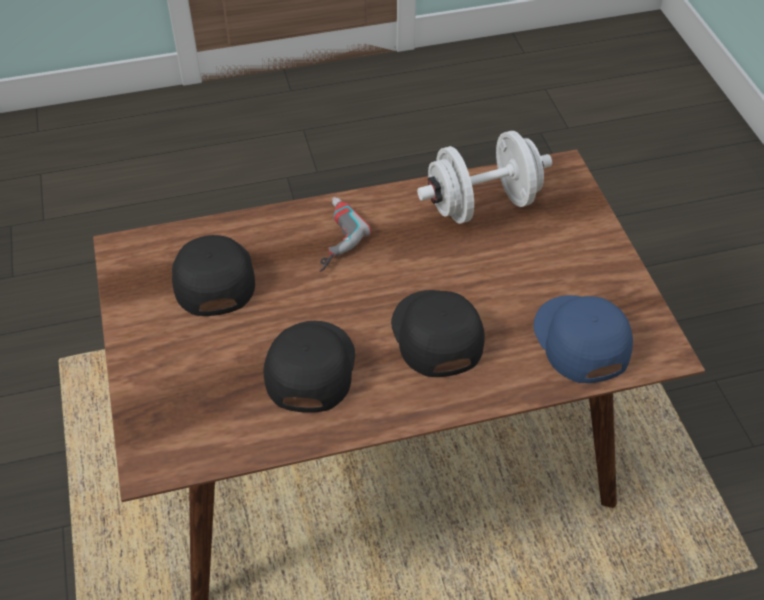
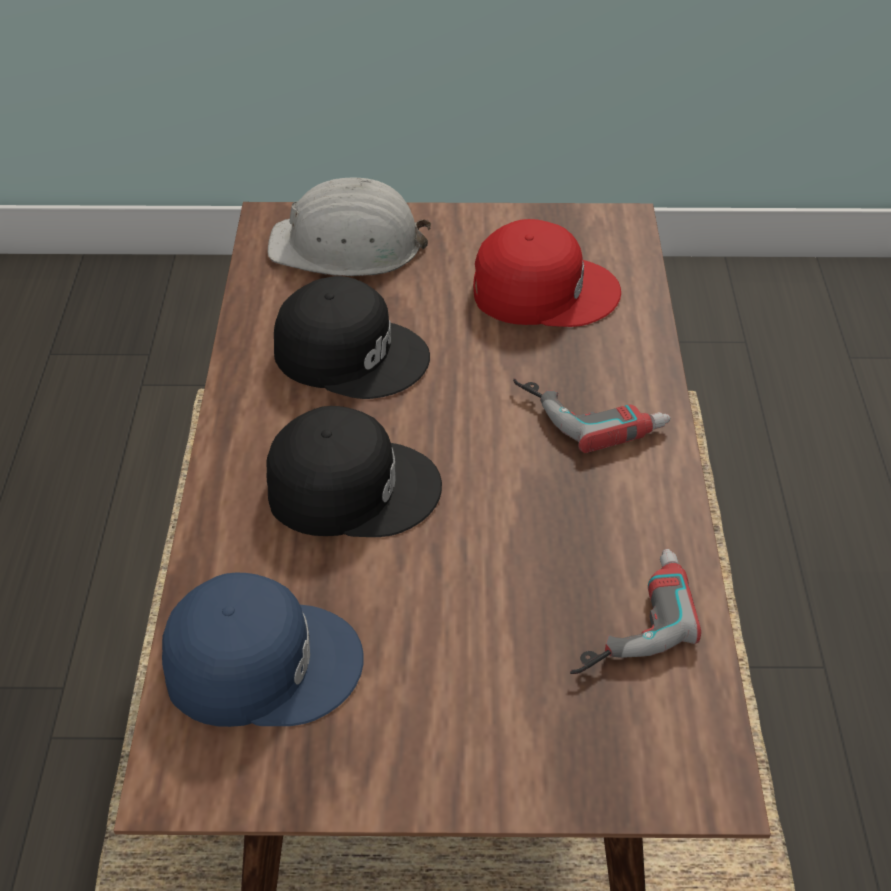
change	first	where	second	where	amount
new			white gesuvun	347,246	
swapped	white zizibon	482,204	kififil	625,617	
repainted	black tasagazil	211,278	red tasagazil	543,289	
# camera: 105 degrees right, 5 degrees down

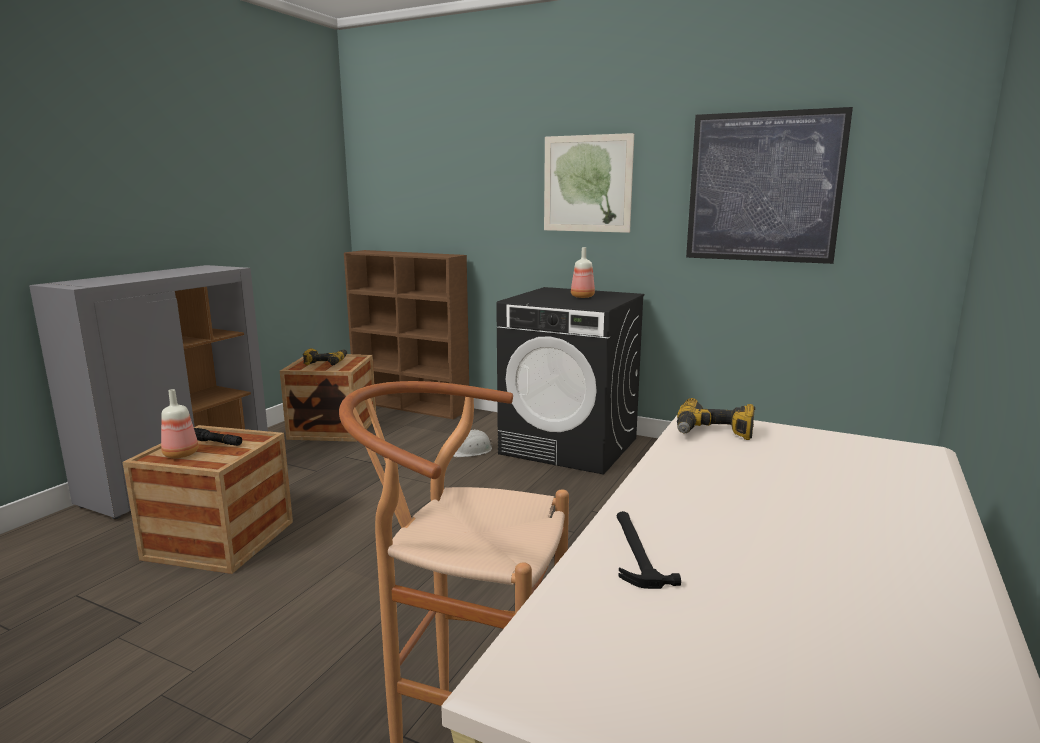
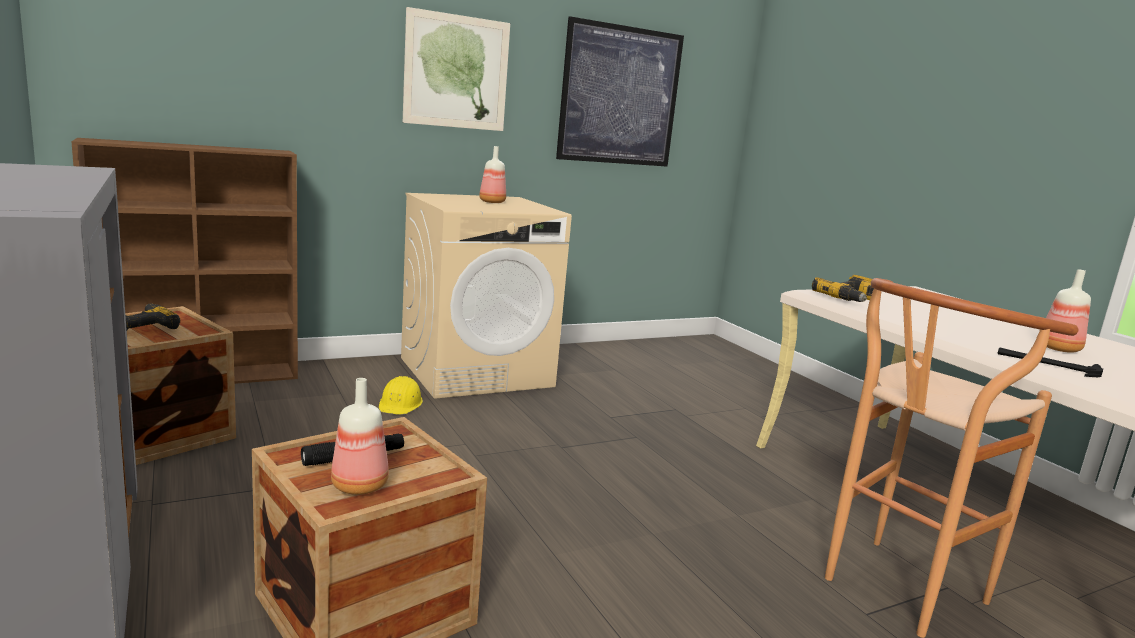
change	first	where	second	where	amount
new			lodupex	1057,348	
repainted	white gesuvun	471,451	yellow gesuvun	400,404	
repainted	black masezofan	570,446	beige masezofan	476,372	
# camera: 55 degrees left, 0 degrees up

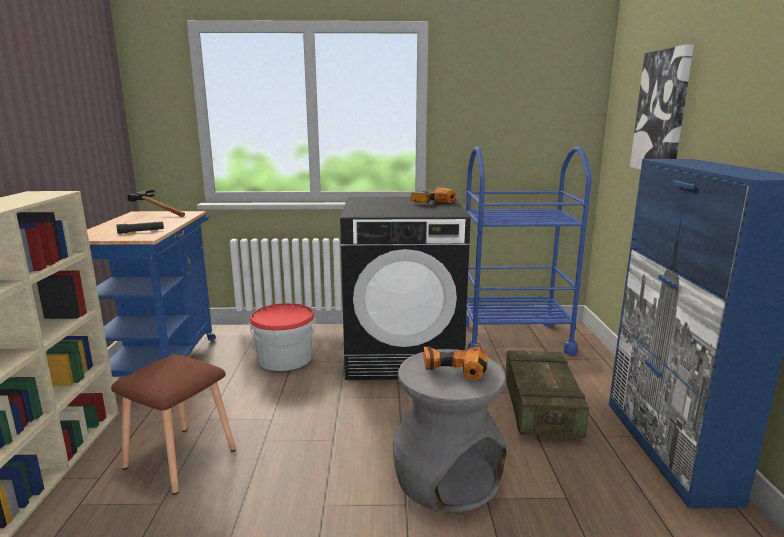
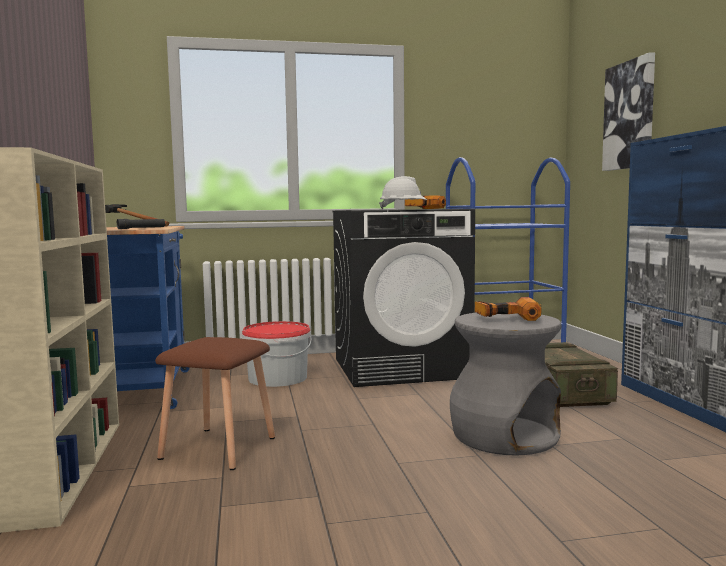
change	first	where	second	where	amount
new			white gesuvun	403,209	
# camera: 10 degrees left, 10 degrees down

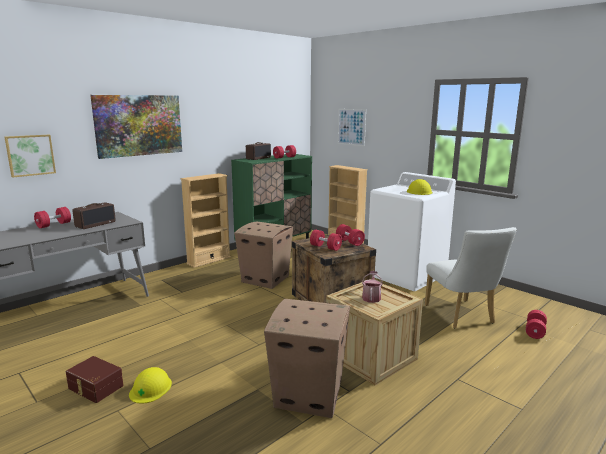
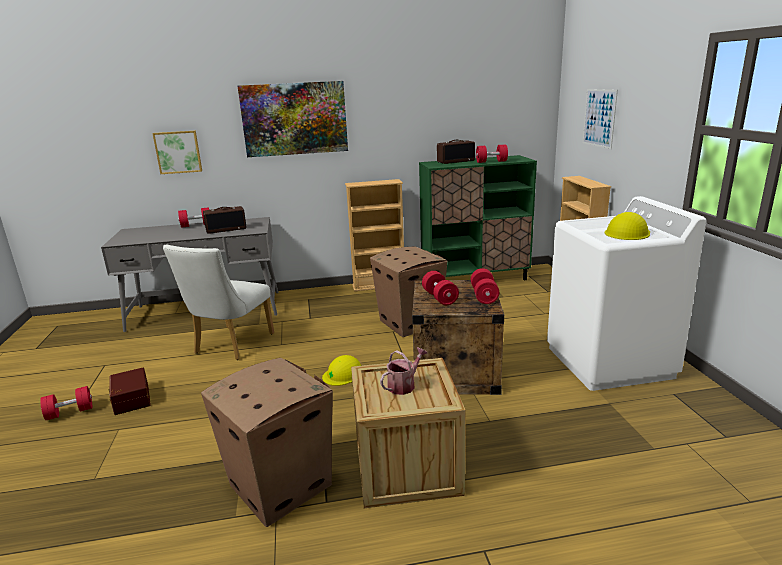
change	first	where	second	where	amount
shifted	yellow gesuvun	150,388		343,374	
shifted	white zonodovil	462,316		230,346	
shifted	red zizibon	535,331		70,412	
# camera: 35 degrees right, 5 degrees up

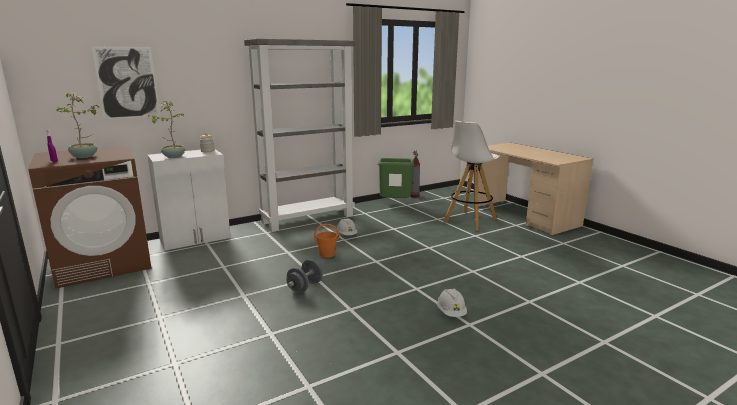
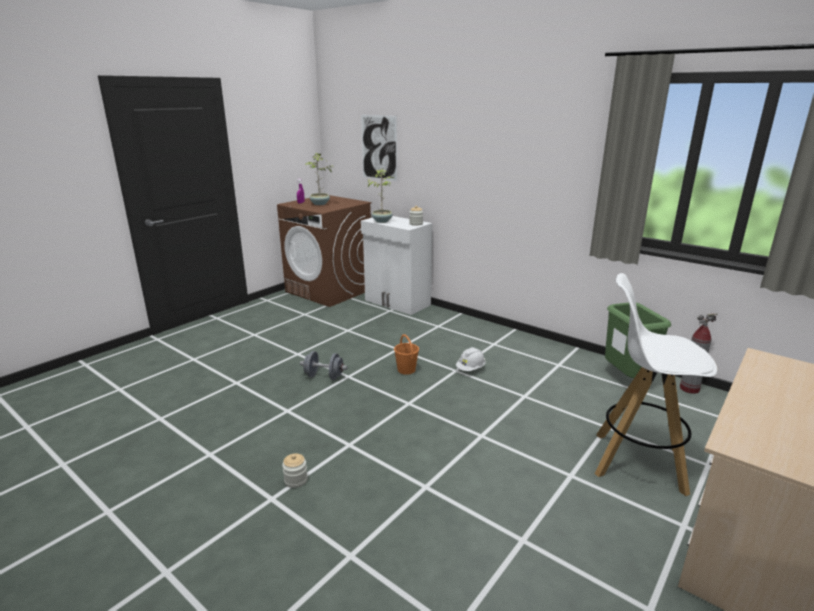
change	first	where	second	where	amount
gone	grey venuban	308,218			
swapped	white gesuvun	451,313	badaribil	296,480	
# camera: 70 degrees right, 5 degrees up

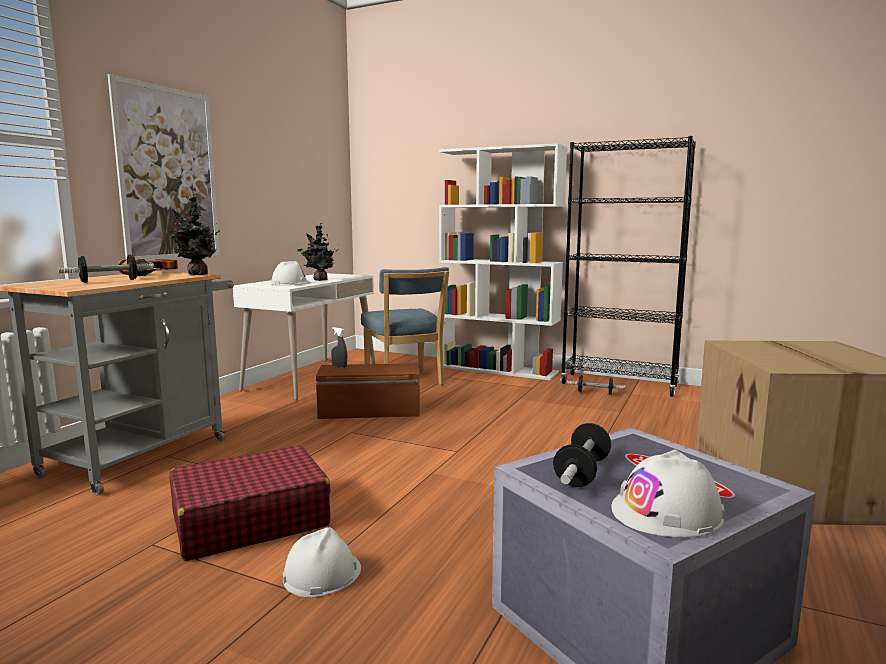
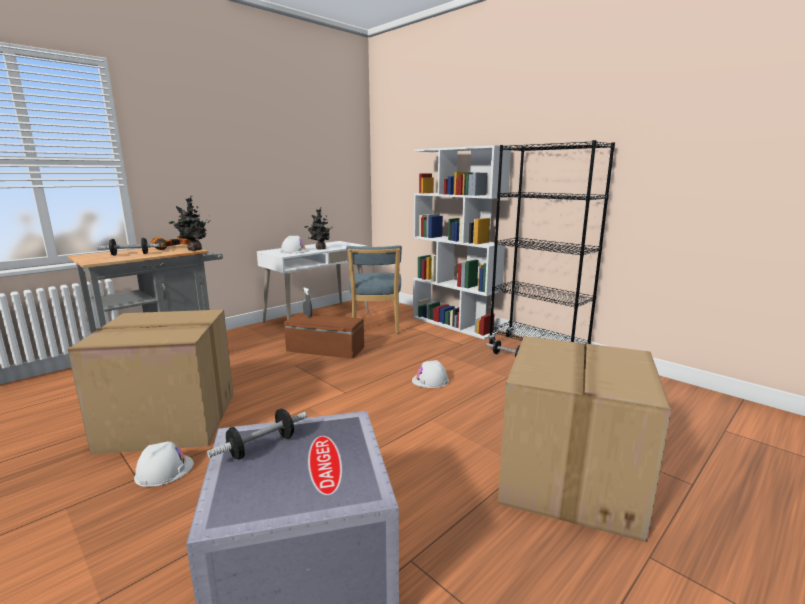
change	first	where	second	where	amount
gone	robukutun	168,174			
shifted	white gesuvun	667,512		430,380	
swapped	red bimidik	249,520	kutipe	168,422	
# camera: 20 degrees right, 5 degrees up

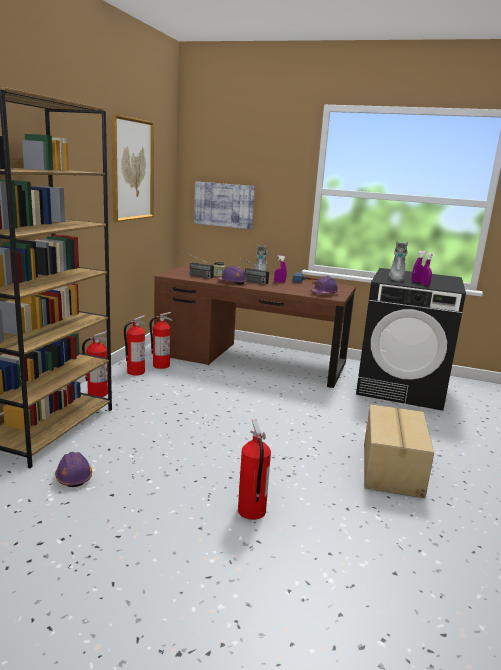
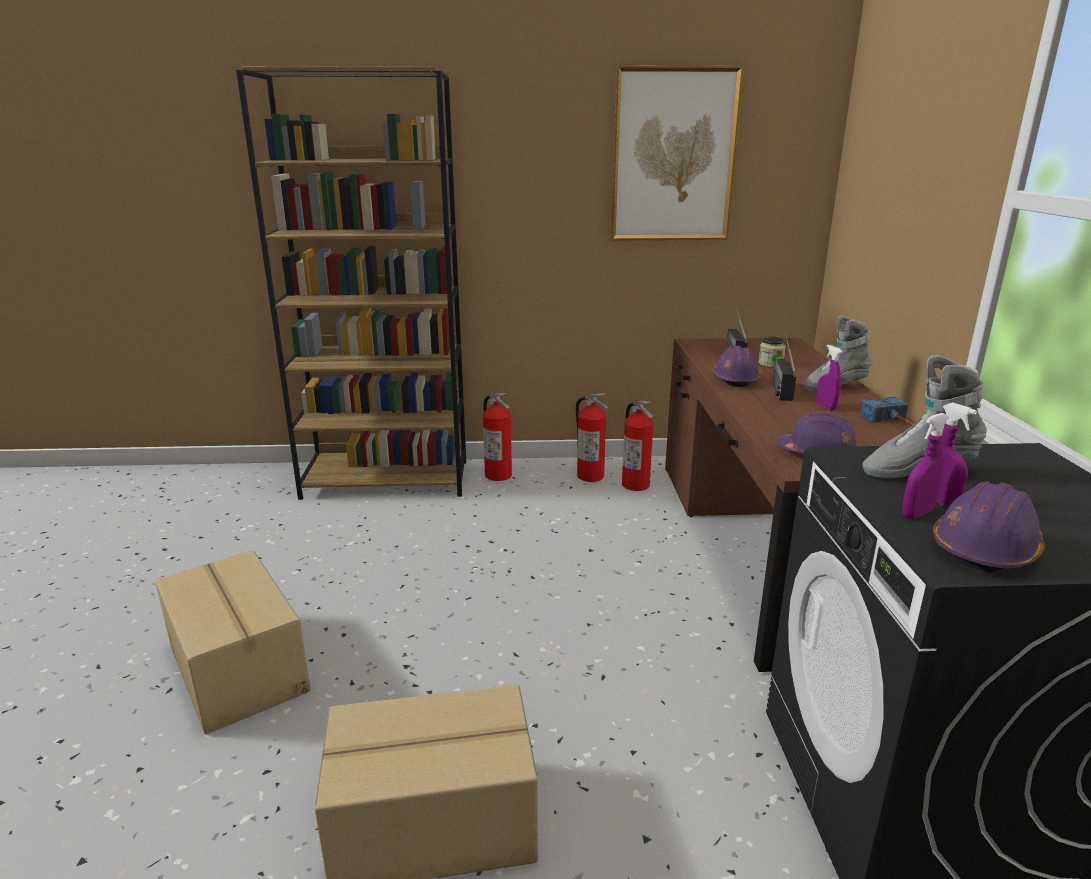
change	first	where	second	where	amount
gone	robukutun	224,205			
shifted	purple gesuvun	73,477		985,549	
swapped	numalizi	251,511	kutipe	240,667	
# camera: 70 degrees right, 5 degrees up

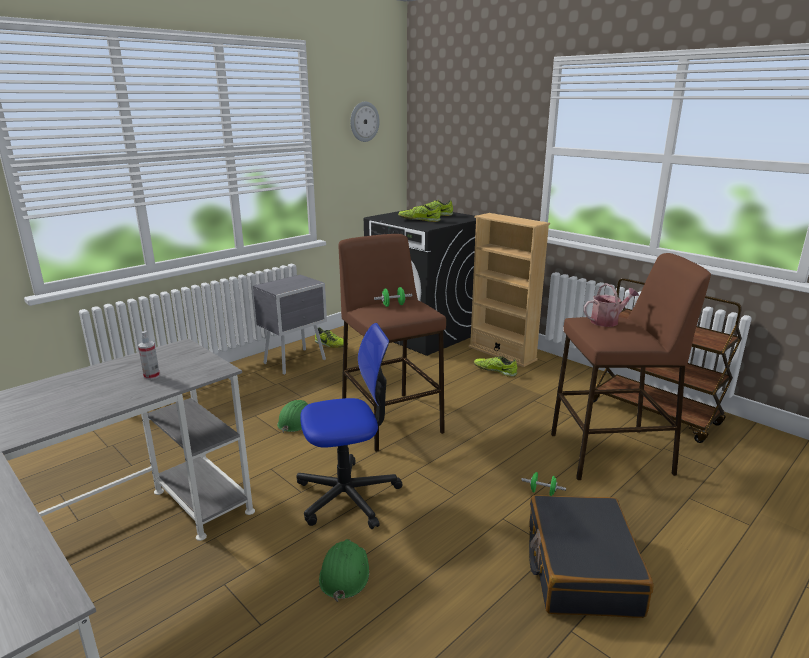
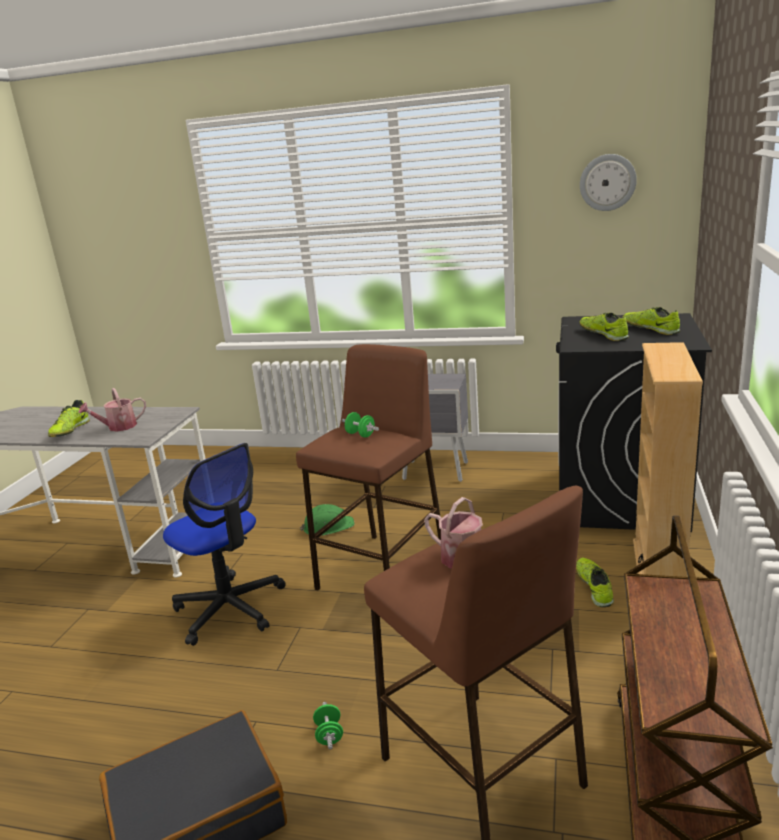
change	first	where	second	where	amount
gone	green gesuvun	344,573			
shifted	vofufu	331,345		70,430	
swapped	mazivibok	151,376	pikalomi	118,427	
# camera: 60 degrees right, 0 degrees up

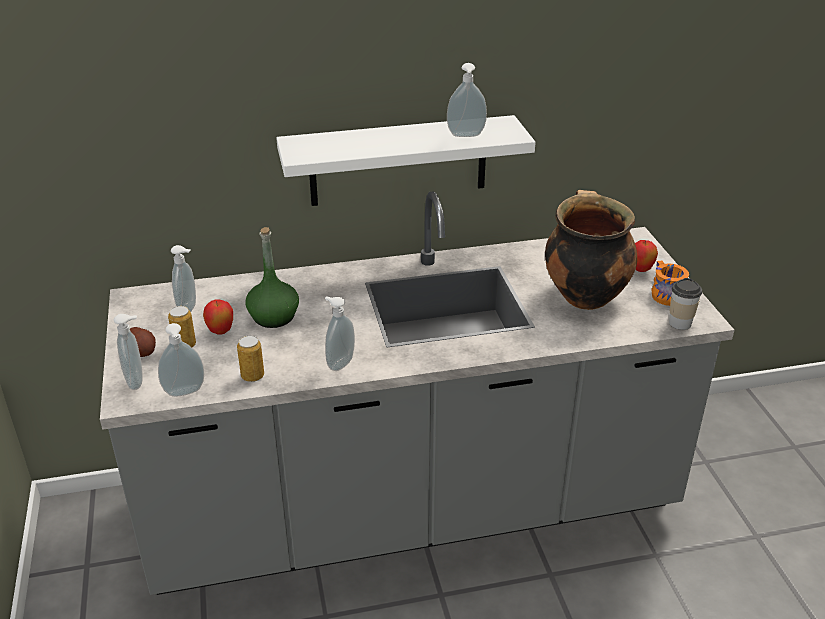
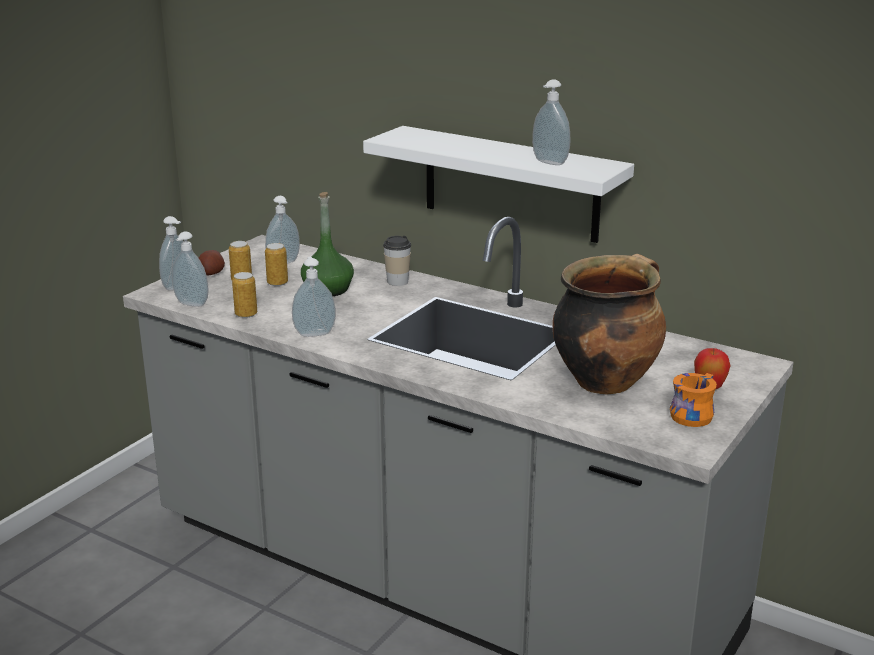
change	first	where	second	where	amount
shifted	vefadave	680,323		397,281	
swapped	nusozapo	221,332	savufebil	277,283	
# camera: 45 degrees right, 10 degrees down

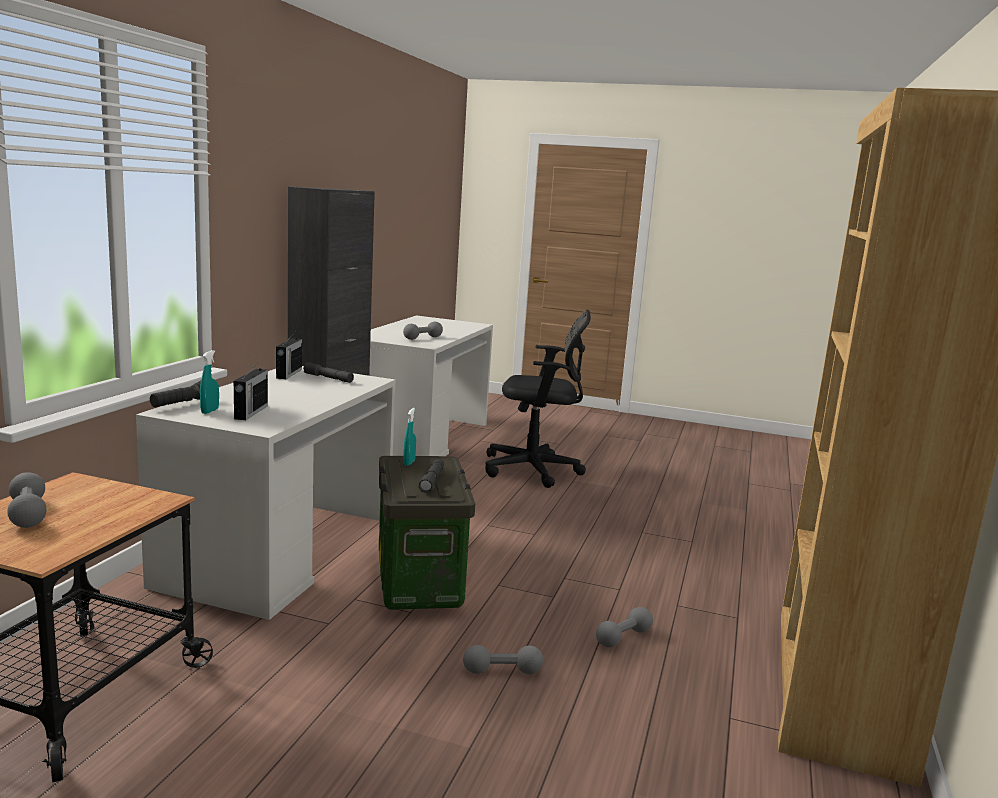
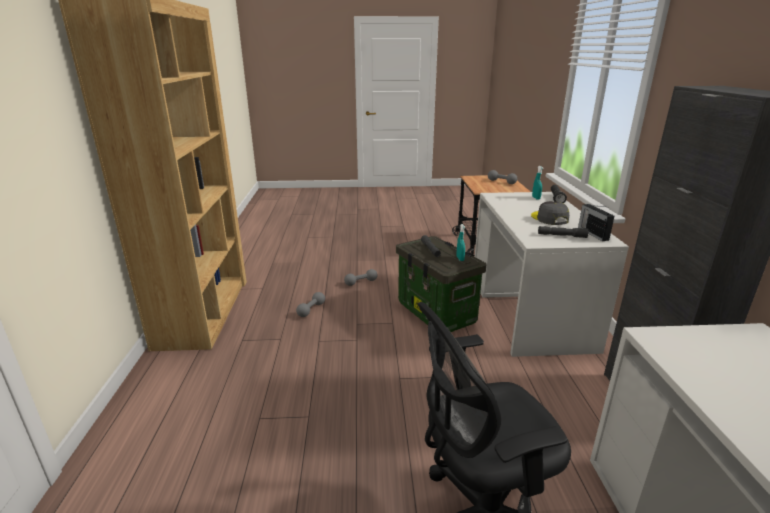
change	first	where	second	where	amount
gone	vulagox	250,412			
gone	grey zizibon	422,338			
new			grey tasagazil	549,218	
# camera: 160 degrees right, 10 degrees up

